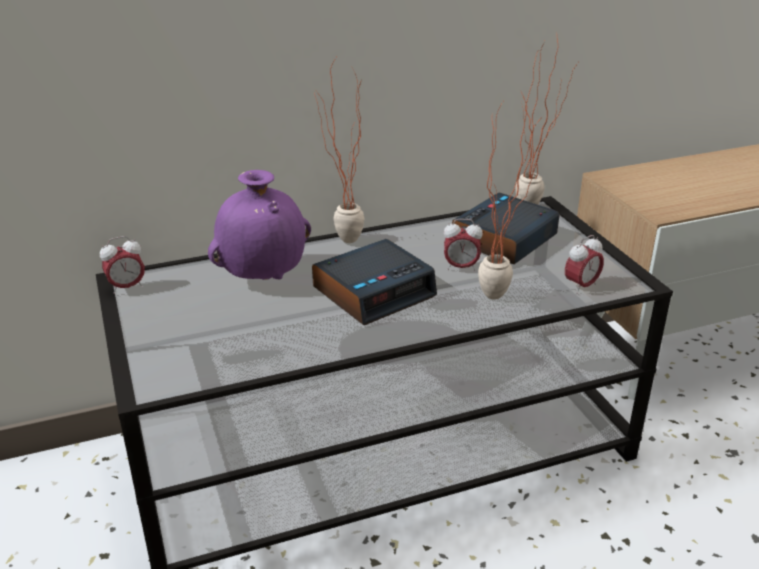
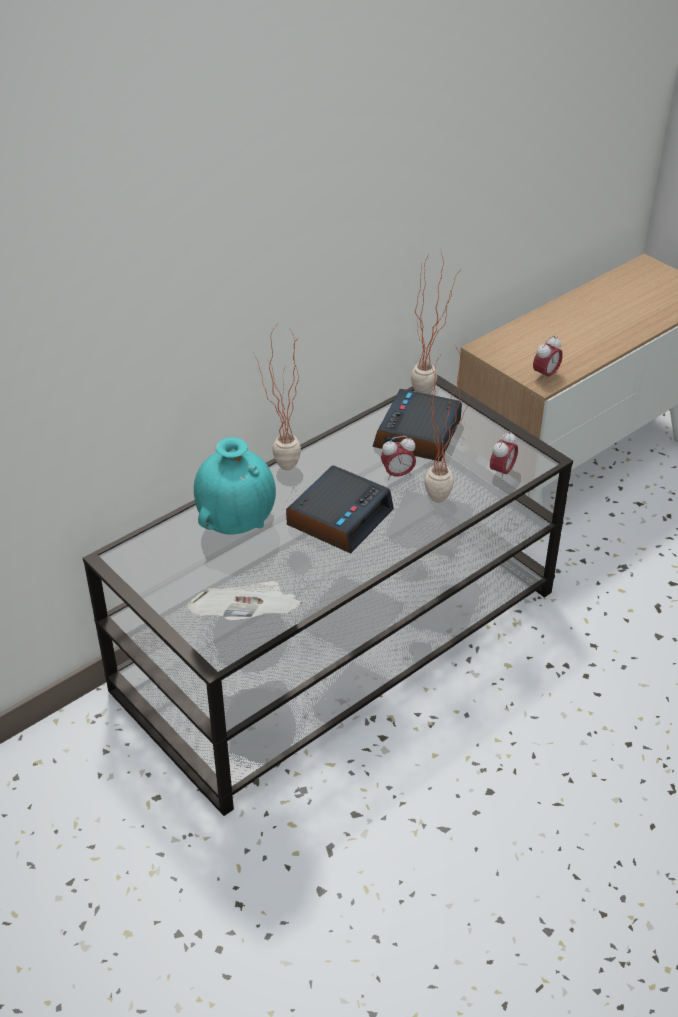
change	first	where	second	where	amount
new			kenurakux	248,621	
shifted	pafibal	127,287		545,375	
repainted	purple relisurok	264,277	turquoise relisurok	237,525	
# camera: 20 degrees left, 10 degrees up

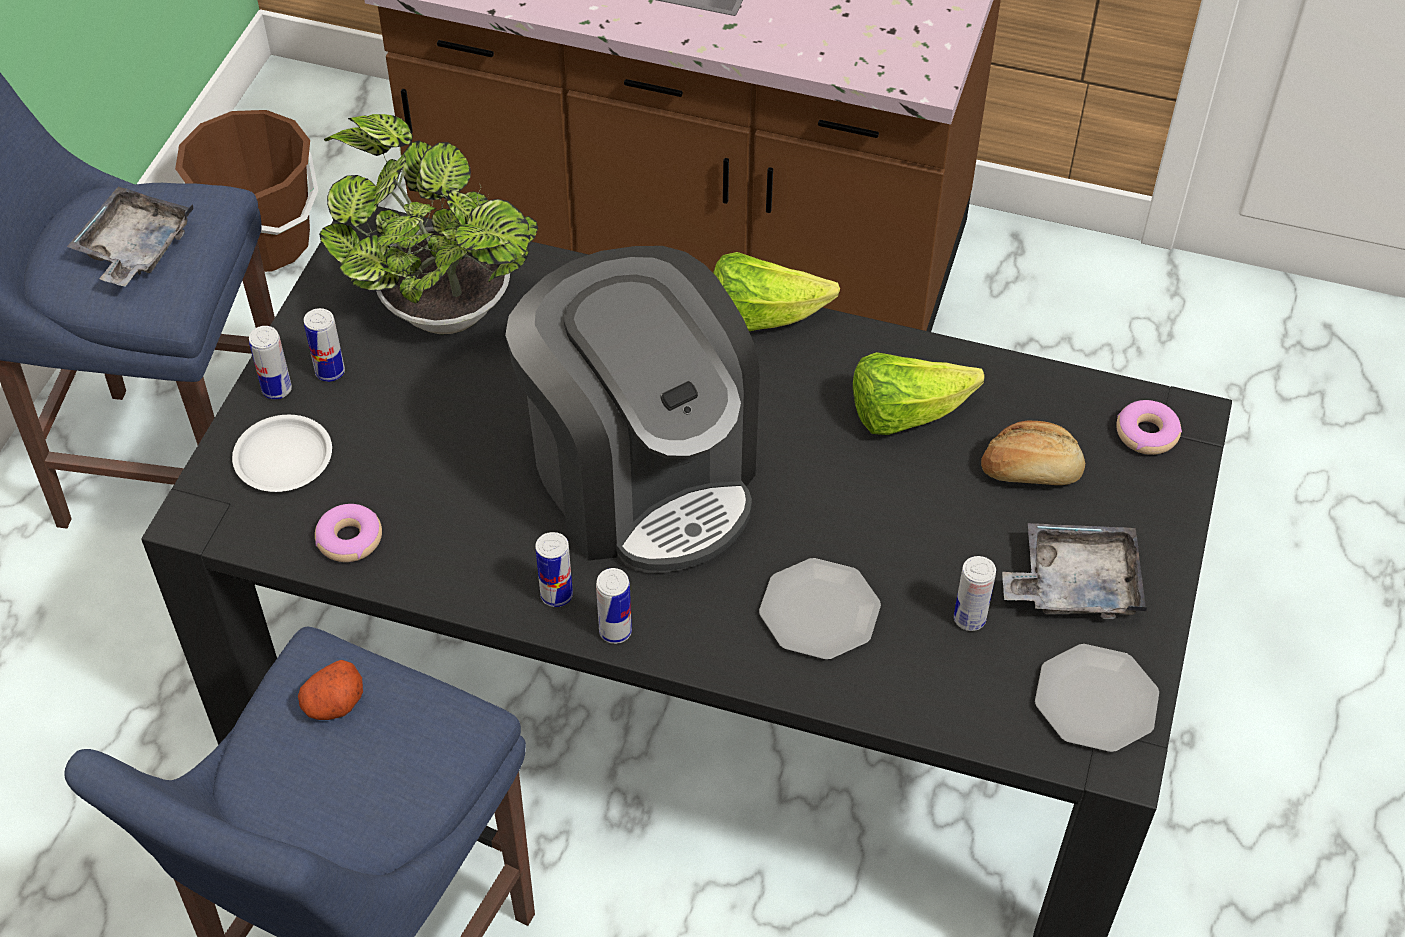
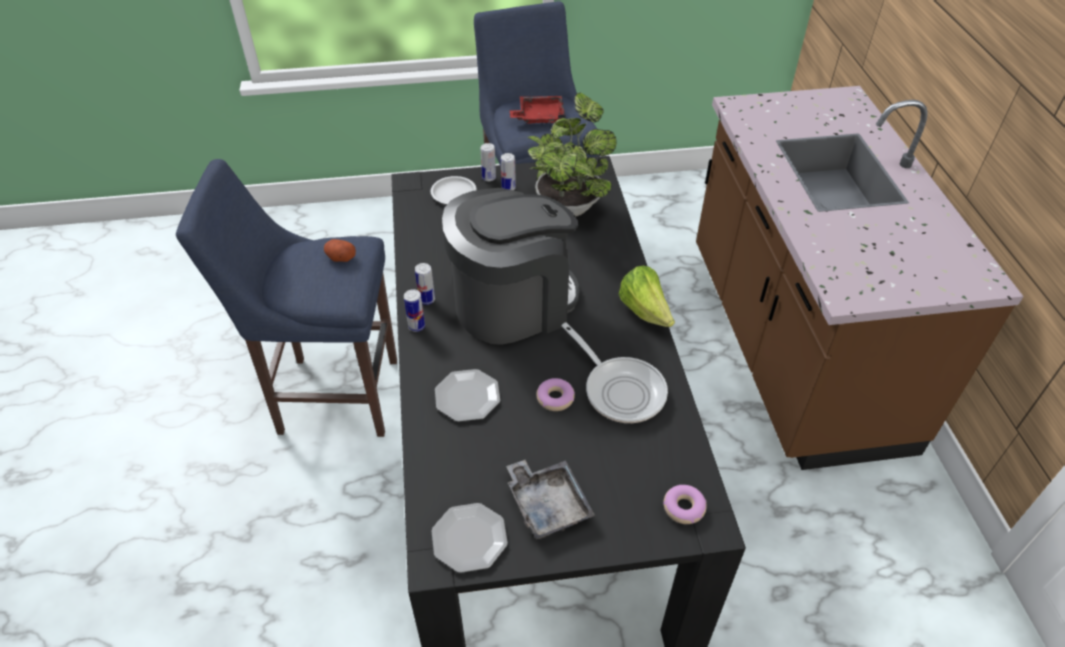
change	first	where	second	where	amount
gone	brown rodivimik	264,242			
gone	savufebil	969,619			
gone	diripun	1030,470			
shifted	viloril	350,539		555,398	
swapped	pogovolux	905,414	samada	620,389	
repainted	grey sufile	134,249	red sufile	539,117	
rotated	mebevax	641,476		513,303	150 degrees counterclockwise
# camera: 65 degrees right, 5 degrees down

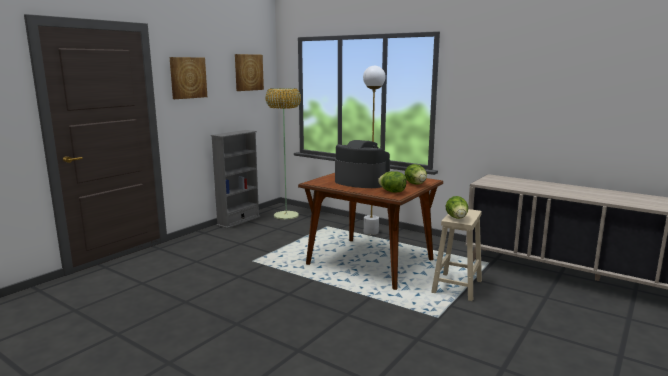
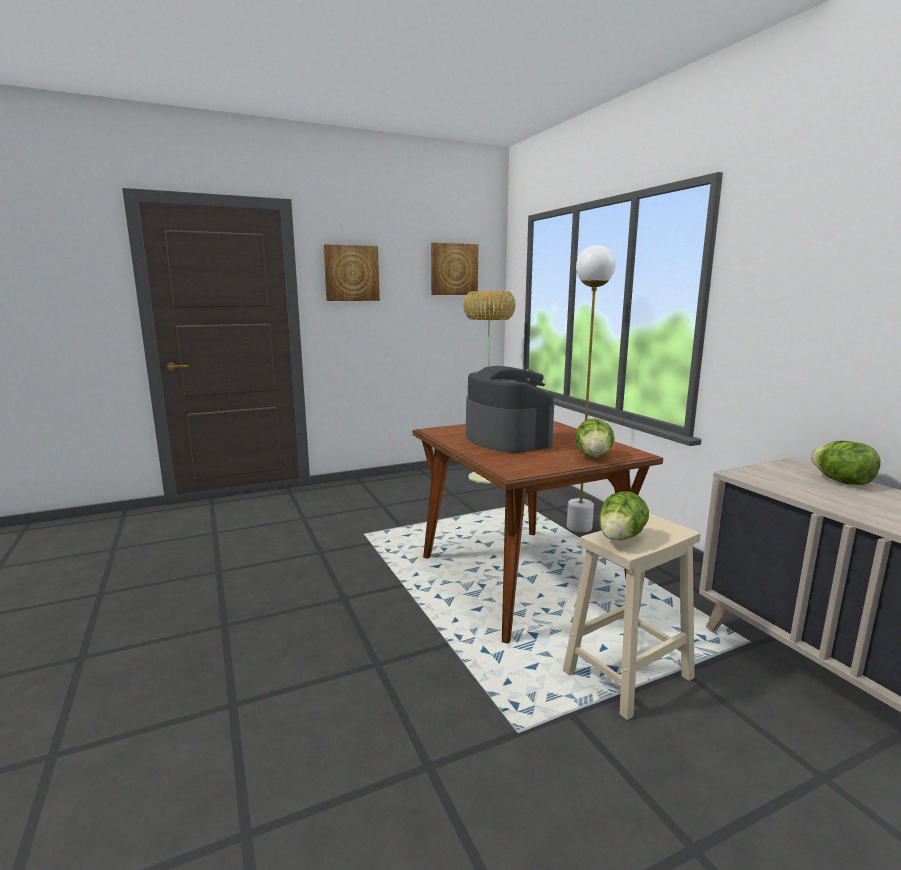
change	first	where	second	where	amount
gone	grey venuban	238,221			
shifted	pogovolux	392,192		842,482	
# camera: 30 degrees right, 0 degrees up

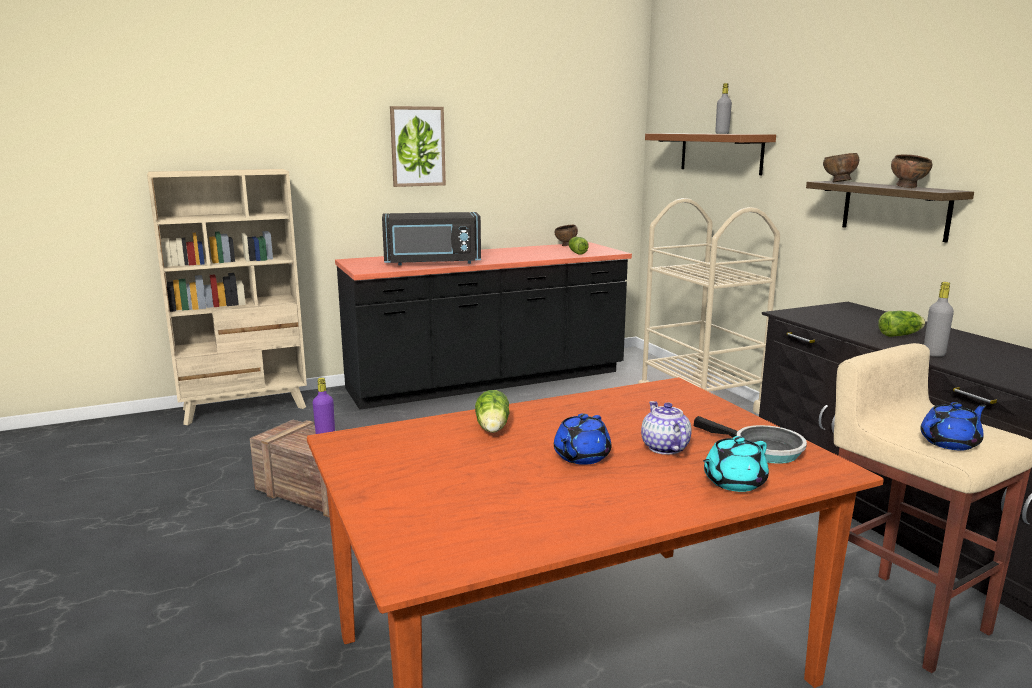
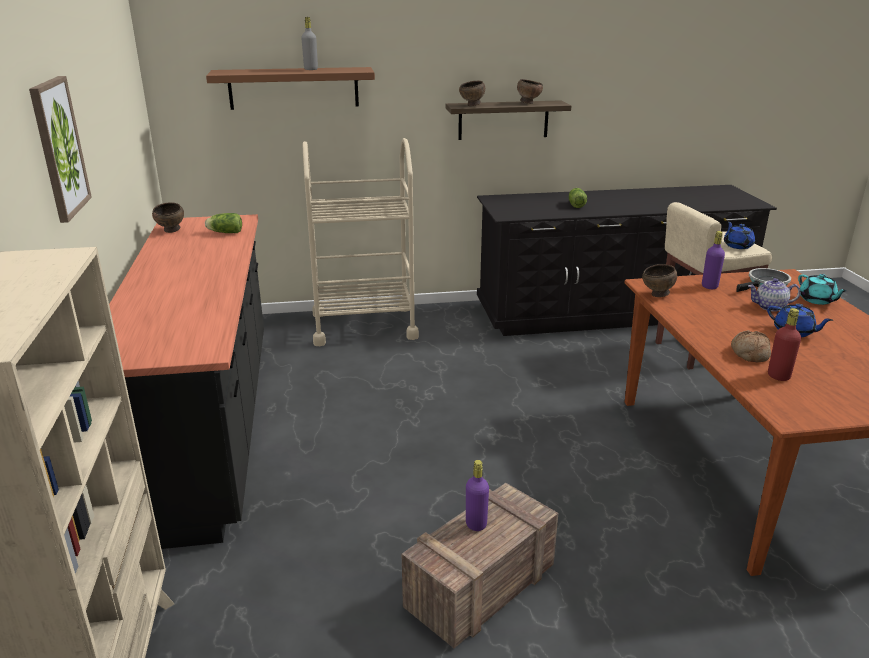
change	first	where	second	where	amount
gone	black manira	432,263			
gone	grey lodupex	934,354			
new			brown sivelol	657,295	
new			purple lodupex	709,286	
new			red lodupex	778,376	
swapped	pogovolux	492,429	diripun	749,353	
# camera: 75 degrees left, 10 degrees up

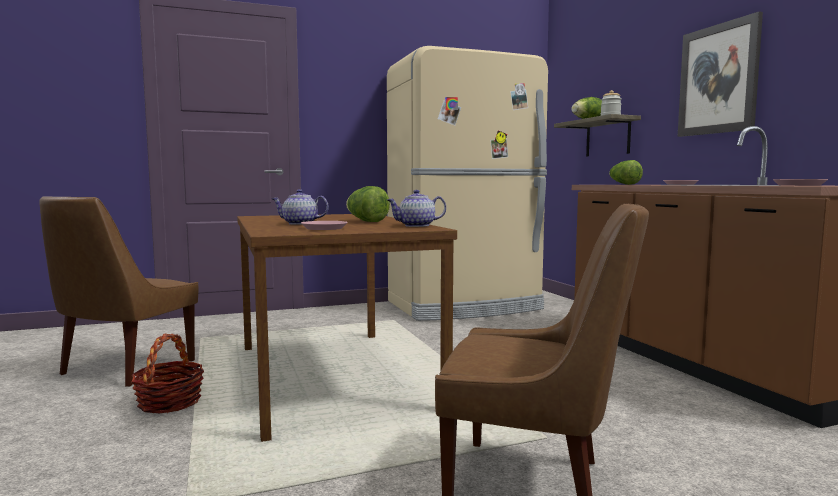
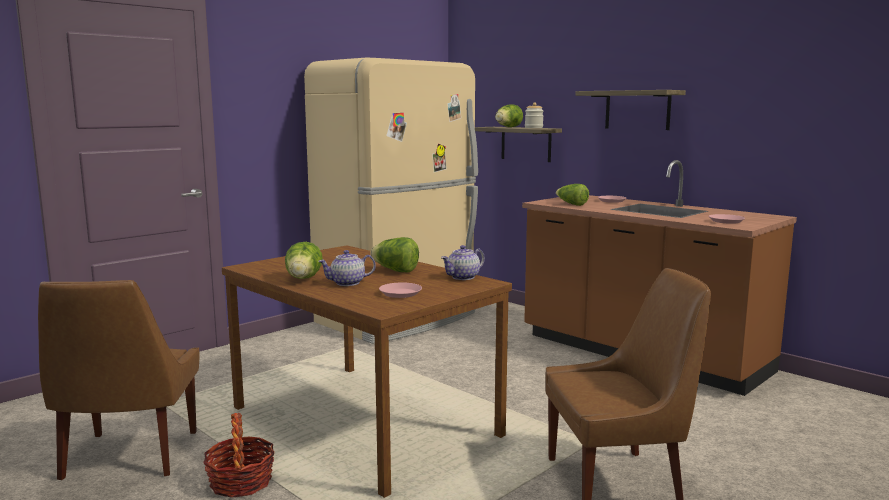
change	first	where	second	where	amount
new			pogovolux	303,279	
swapped	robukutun	718,79	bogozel	637,110	
# camera: 25 degrees left, 5 degrees up

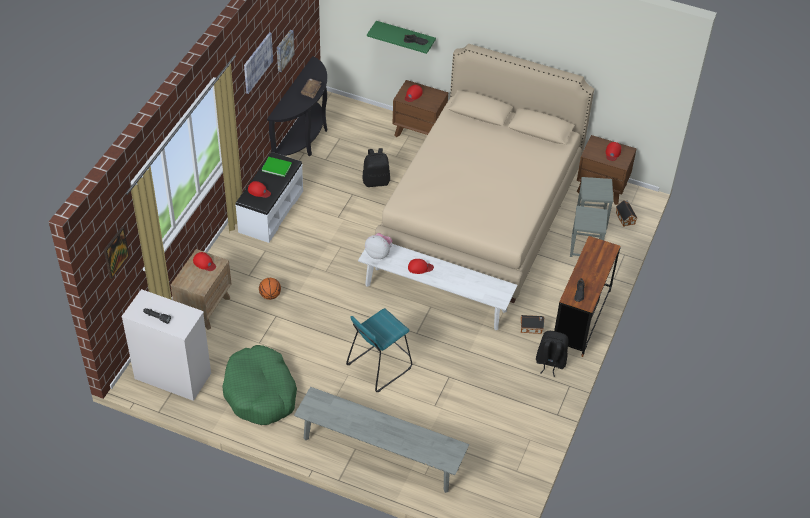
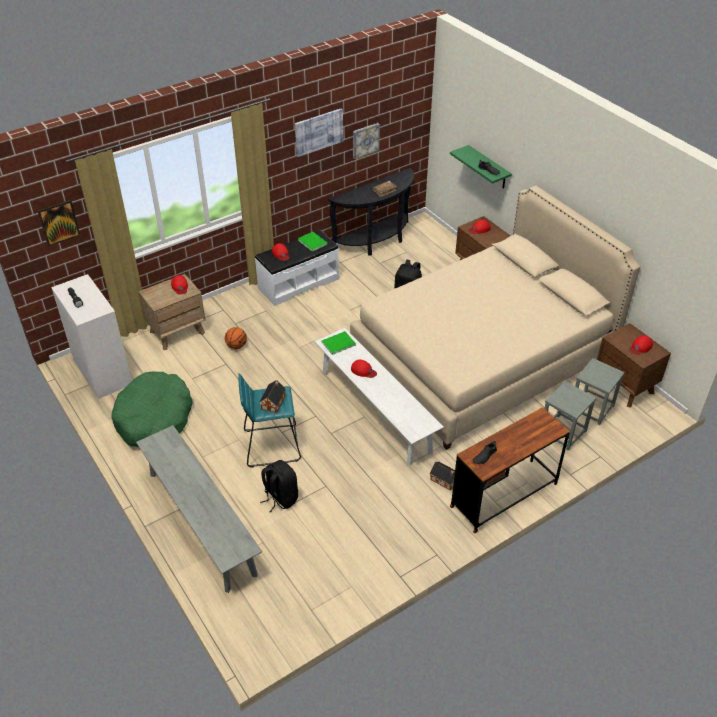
change	first	where	second	where	amount
shifted	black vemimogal	550,362		280,498	
shifted	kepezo	625,217		273,402	
swapped	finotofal	378,253	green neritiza	337,343	
# camera: 35 degrees right, 5 degrees down

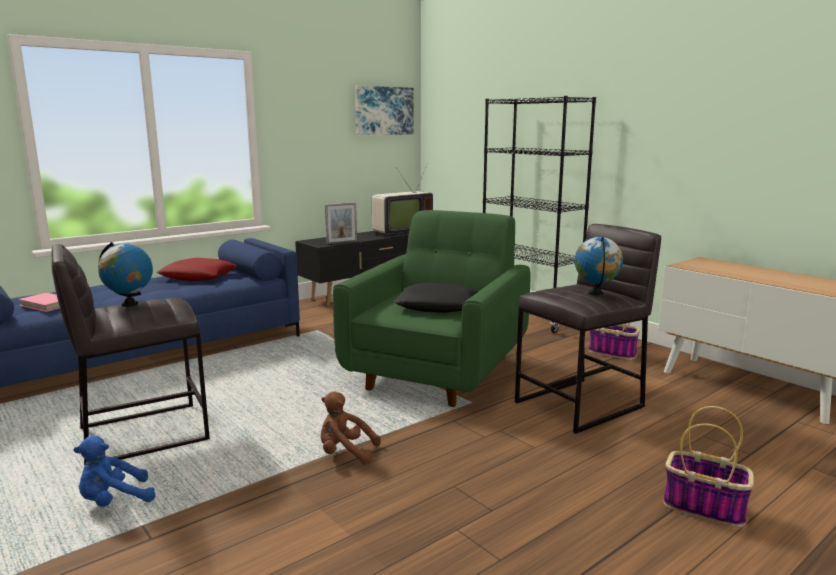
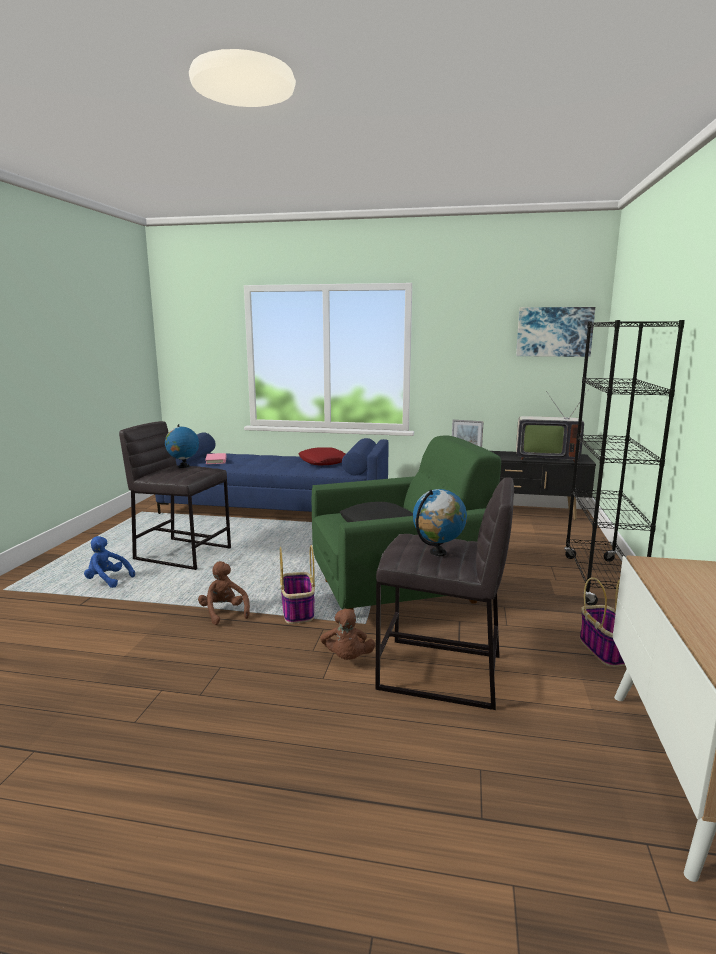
change	first	where	second	where	amount
new			brown finotofal	347,658	
shifted	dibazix	705,508		298,611	
# camera: 50 degrees right, 0 degrees up

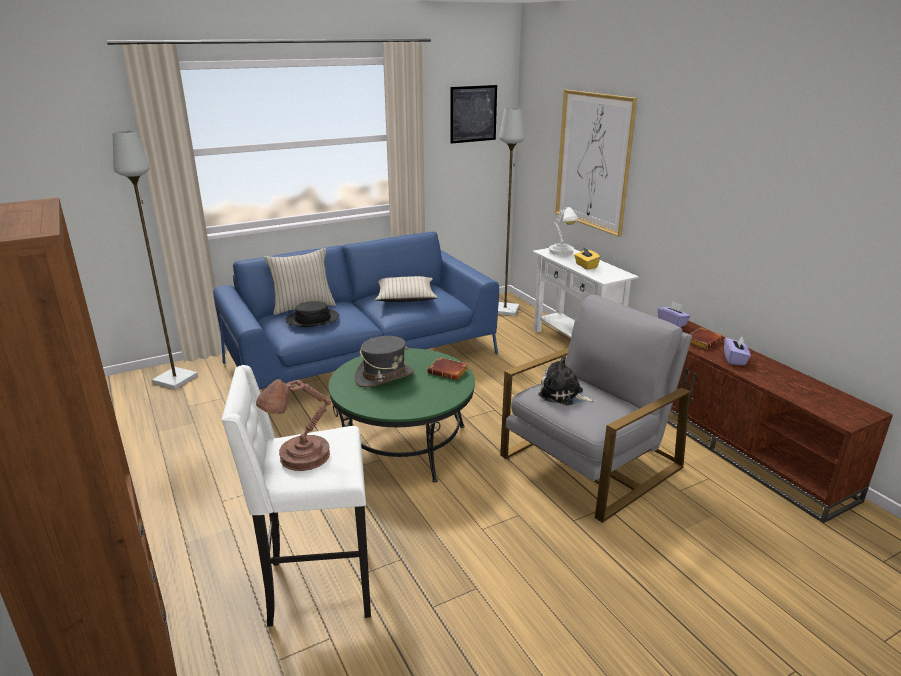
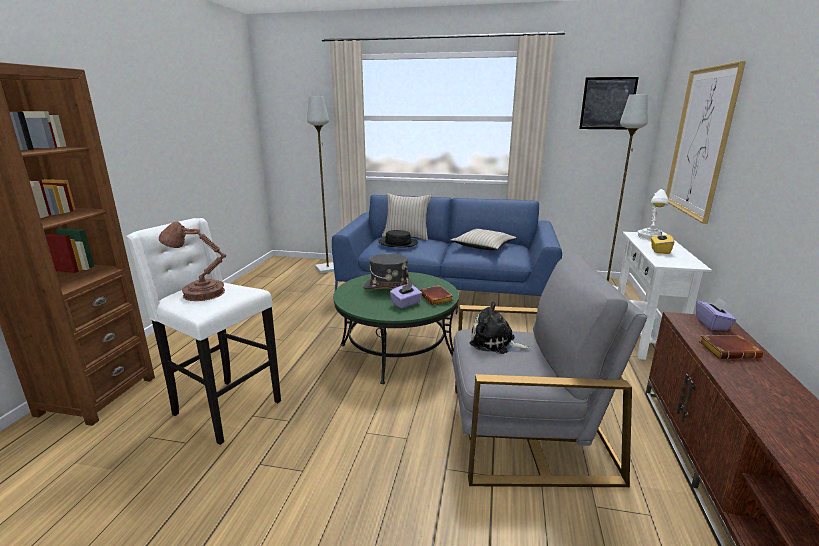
change	first	where	second	where	amount
shifted	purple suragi	734,359		406,304	
rotated	finotofal	563,395		495,343	45 degrees counterclockwise
# camera: 40 degrees right, 5 degrees down

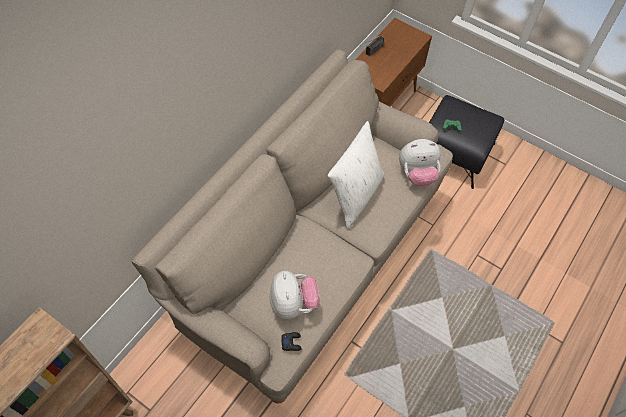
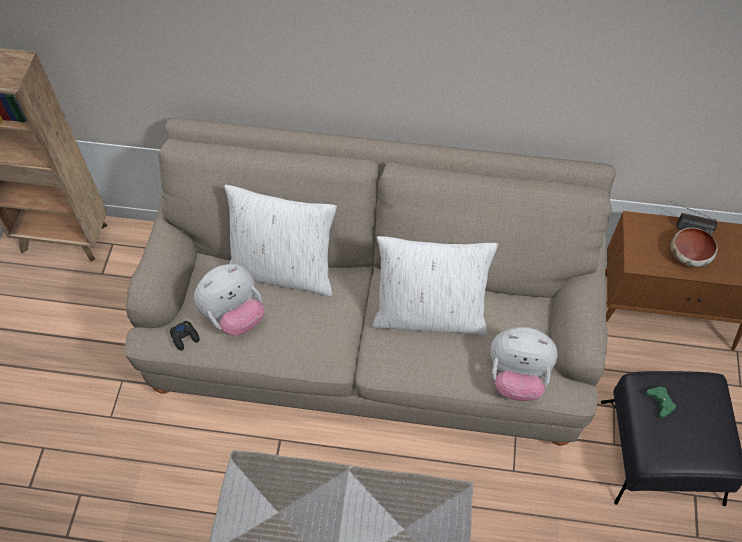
change	first	where	second	where	amount
new			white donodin	283,270	
new			sivelol	689,254	
rotated	finotofal	417,174		517,376	45 degrees counterclockwise
# camera: 65 degrees right, 0 degrees up

